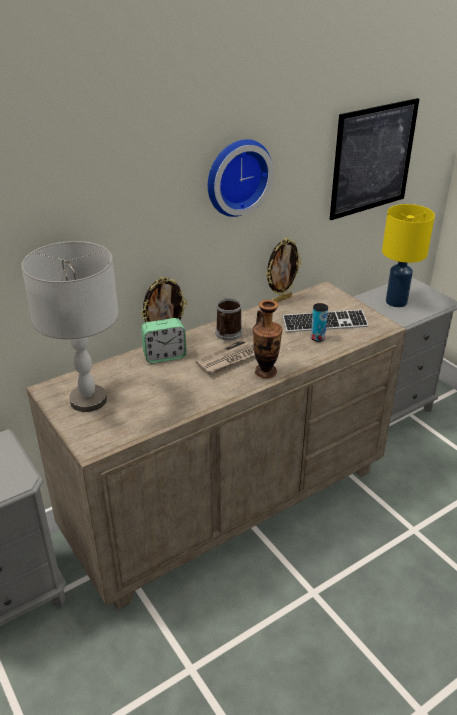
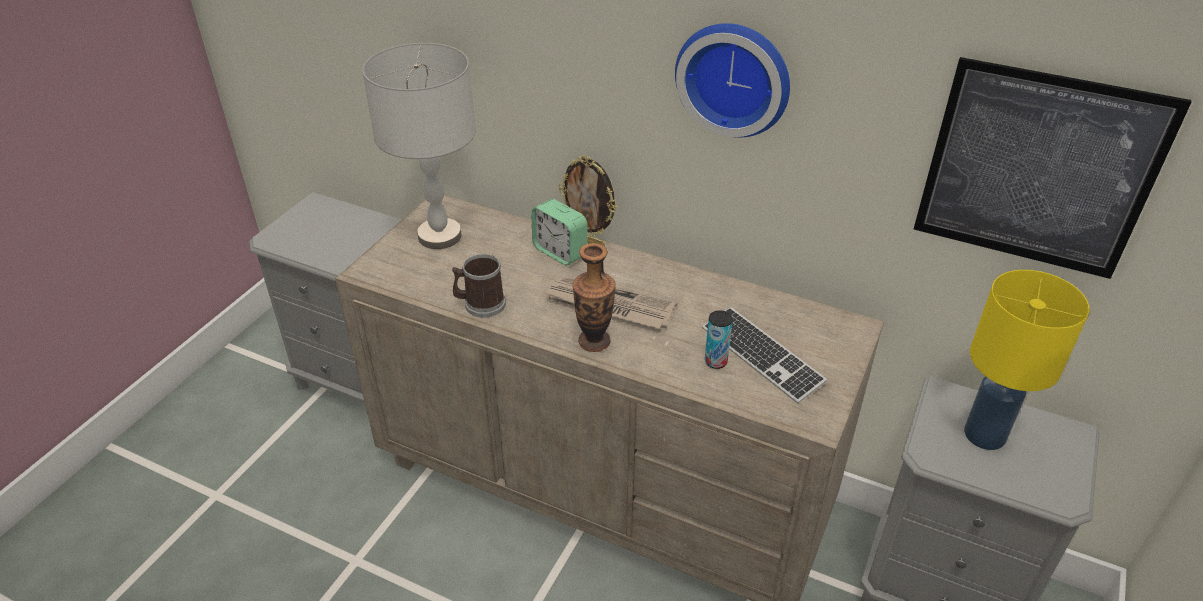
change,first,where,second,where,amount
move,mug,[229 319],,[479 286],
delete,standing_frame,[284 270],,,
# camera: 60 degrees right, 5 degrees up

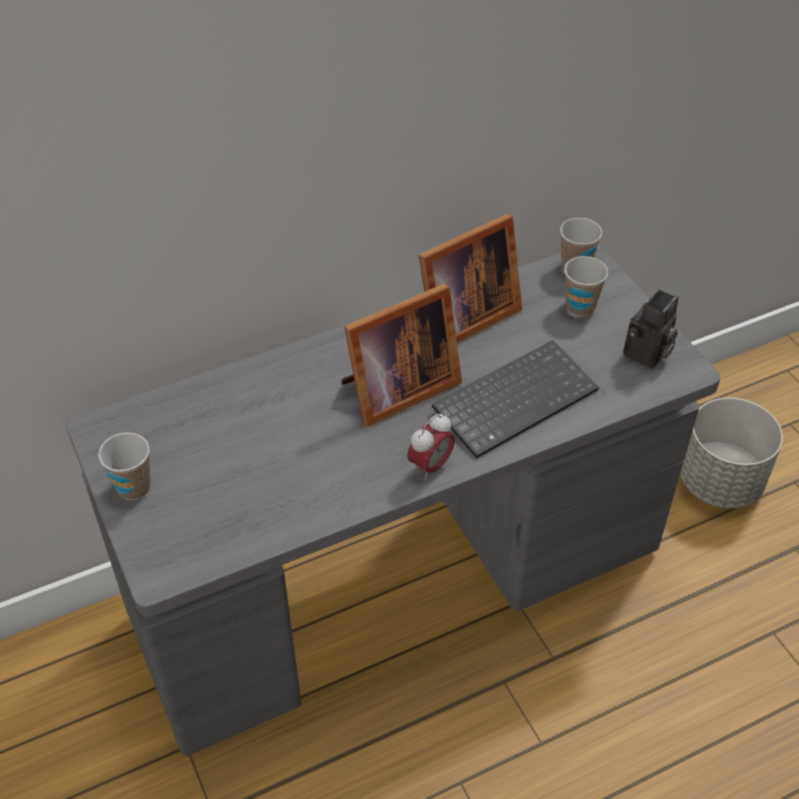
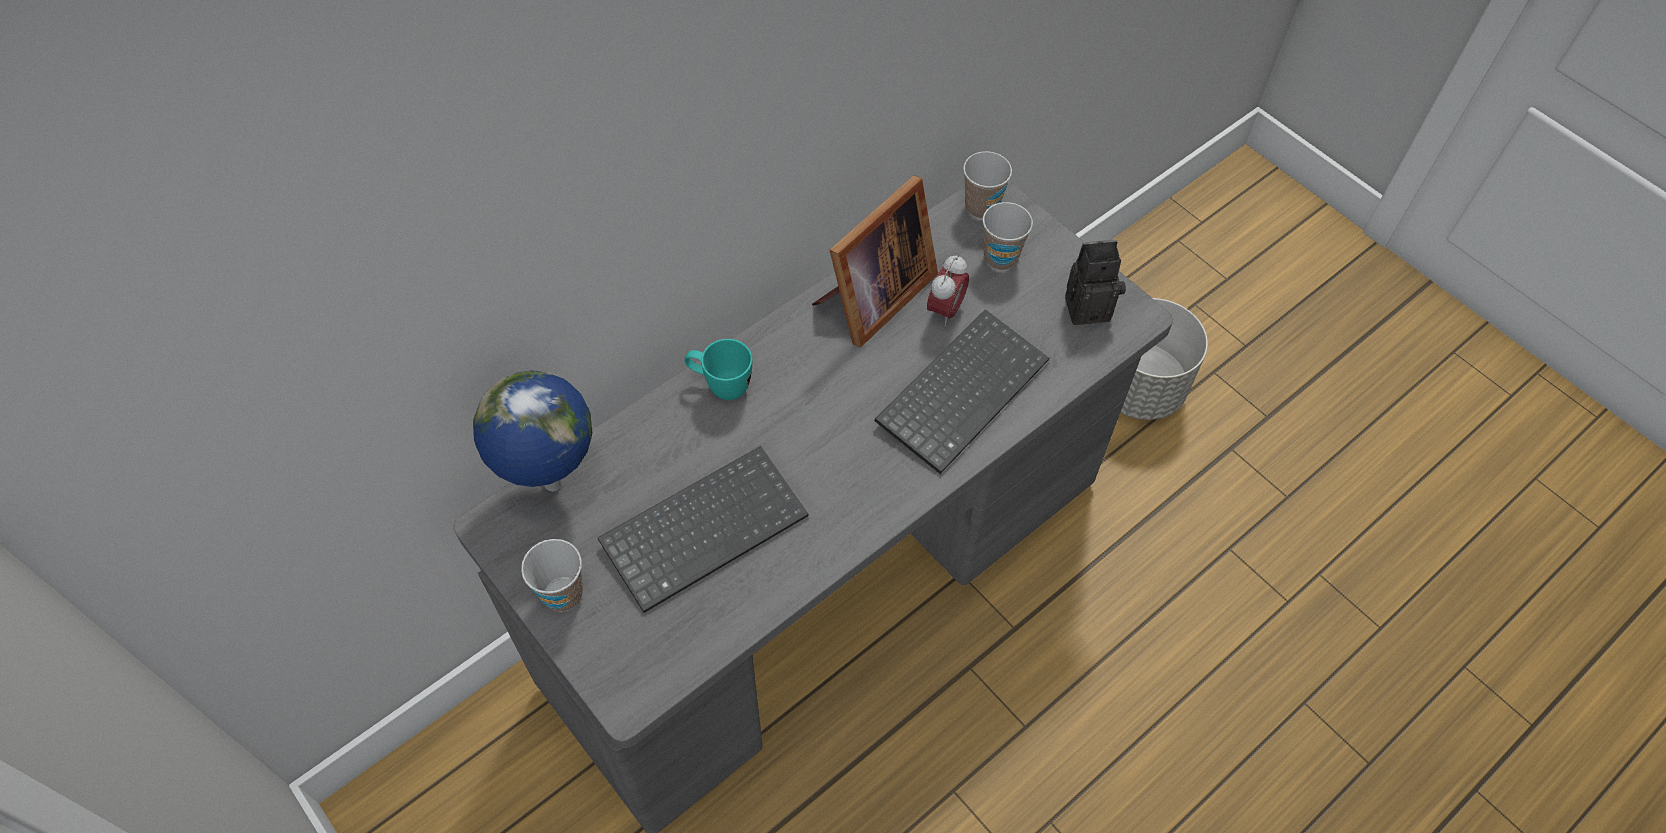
change,first,where,second,where,amount
insert,,,world_globe,[532 430],
insert,,,computer_keyboard,[703 529],
insert,,,turquoise-coloured_mug,[718 369],
move,table_clock,[431 447],,[948 290],
rotate,still_camera,[651 329],,[1095 282],120 degrees counterclockwise
delete,standing_frame,[402 355],,,
# camera: 15 degrees left, 10 degrees up

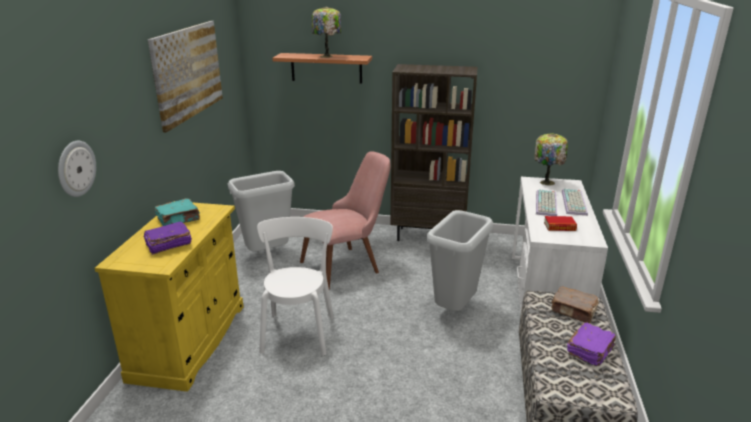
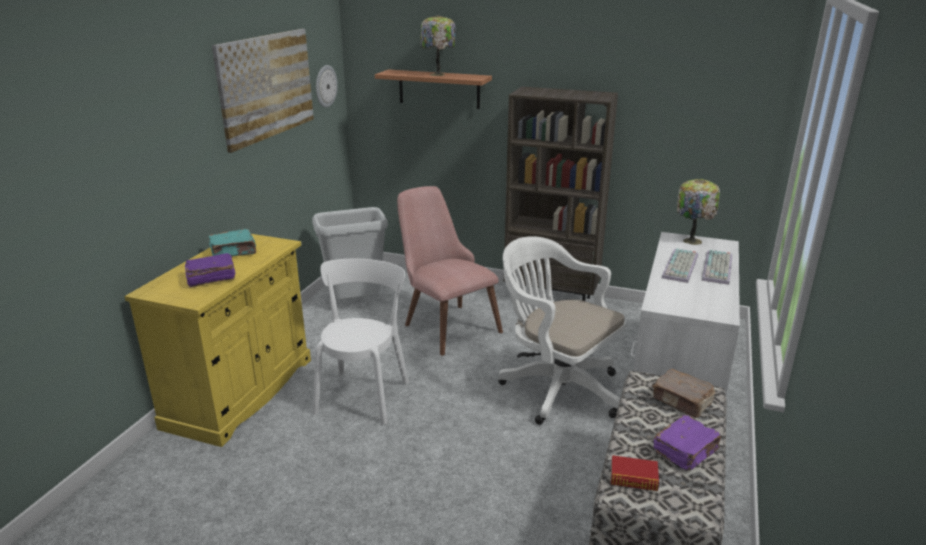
change,first,where,second,where,amount
move,hanging_clock,[77 169],,[327 86],
rotate,pink_chair,[345 220],,[450 271],105 degrees counterclockwise
replace,grey_trash_can,[460 260],whitish_desk_chair,[562 330],
move,bound_book,[560 223],,[635 473],
# camera: 10 degrees right, 0 degrees up

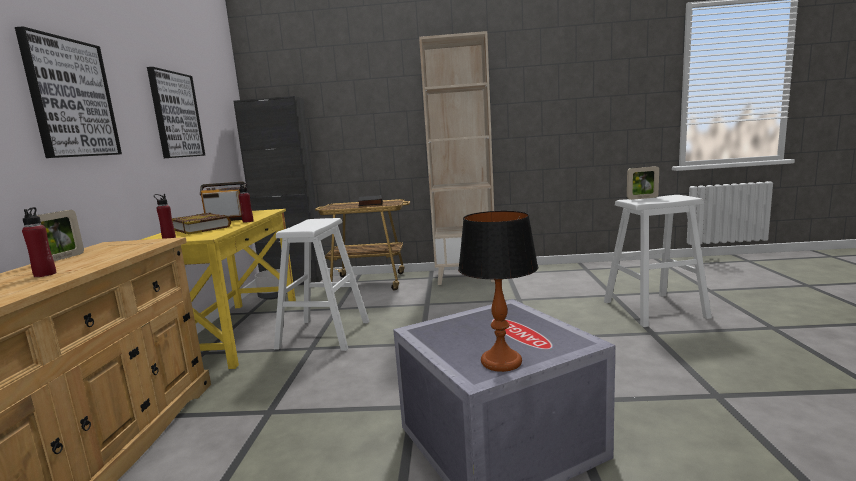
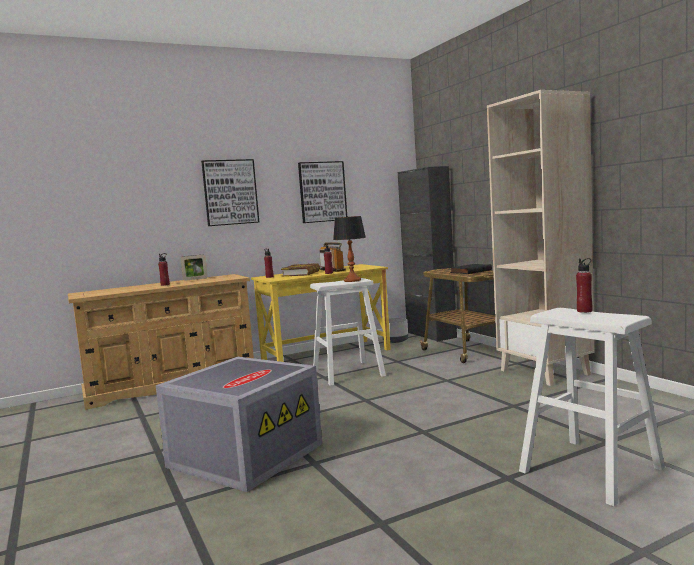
change,first,where,second,where,amount
move,lamp_for_a_table,[498 291],,[349 249],
replace,standing_frame,[643 183],red-coloured_beverage_bottle,[584 285],
# camera: 60 degrees right, 5 degrees down

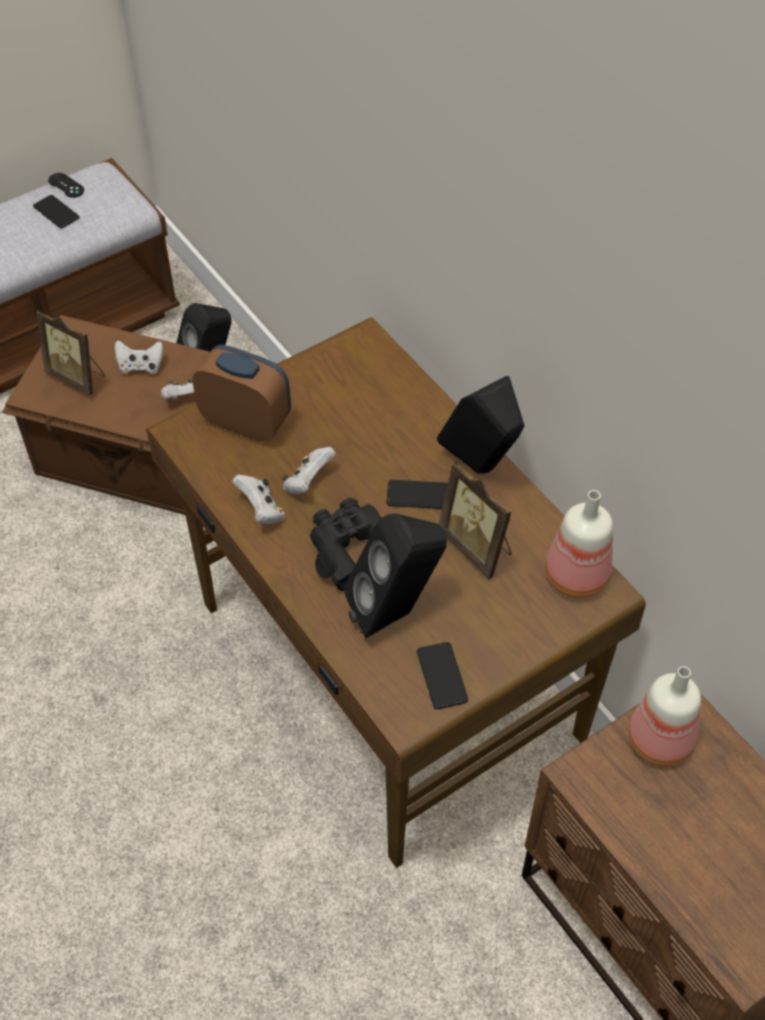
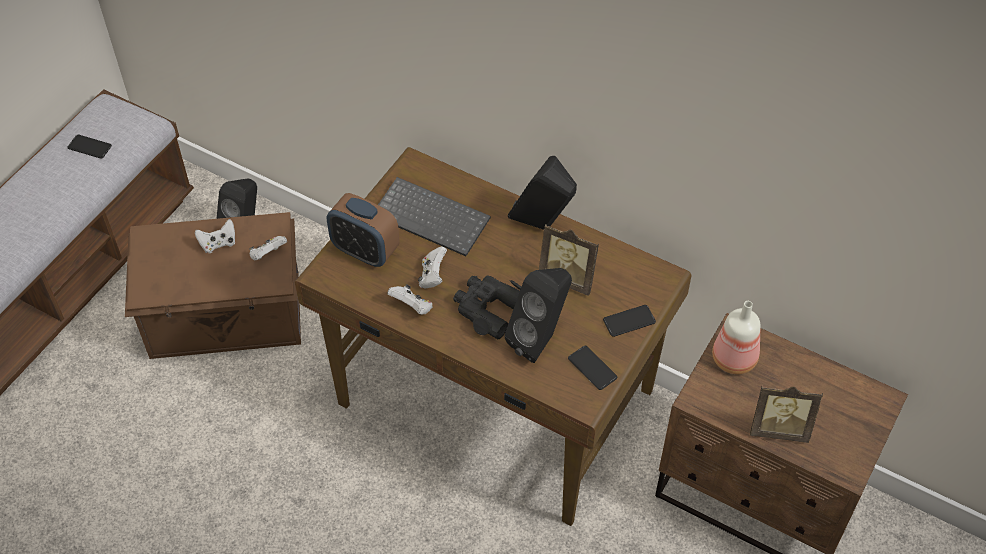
change,first,where,second,where,amount
rotate,table_clock,[241 393],,[363 230],150 degrees counterclockwise
insert,,,computer_keyboard,[434 216],
move,handset,[417 494],,[629 321],
move,standing_frame,[71 353],,[786 414],
delete,blackish_joypad,[66 185],,,
delete,beverage_bottle,[579 544],,,
# camera: 25 degrees left, 0 degrees up

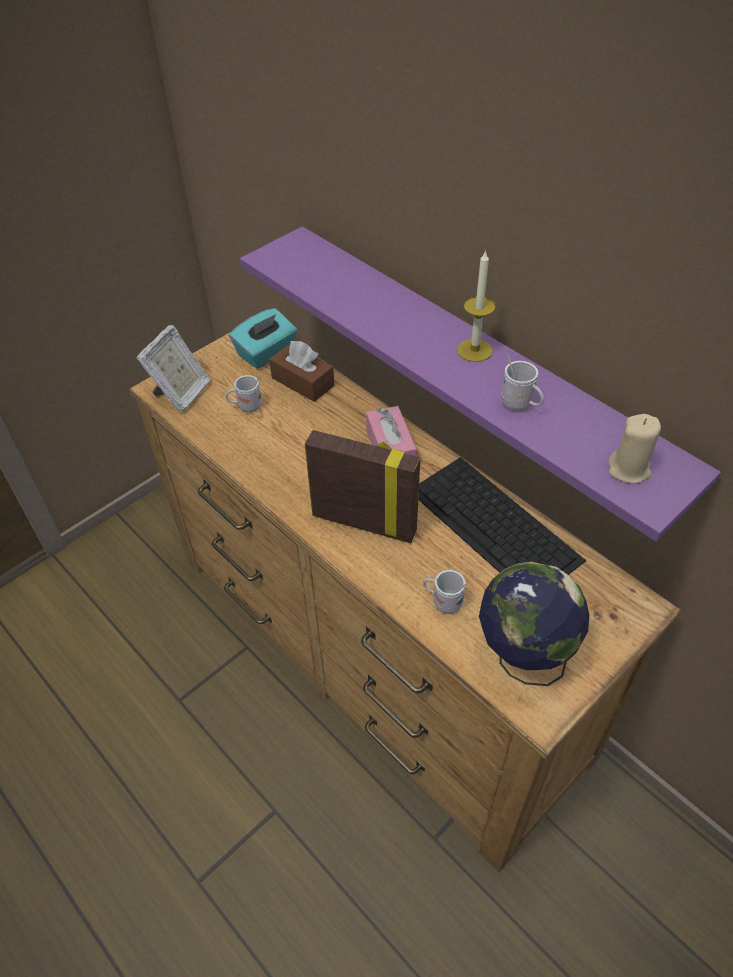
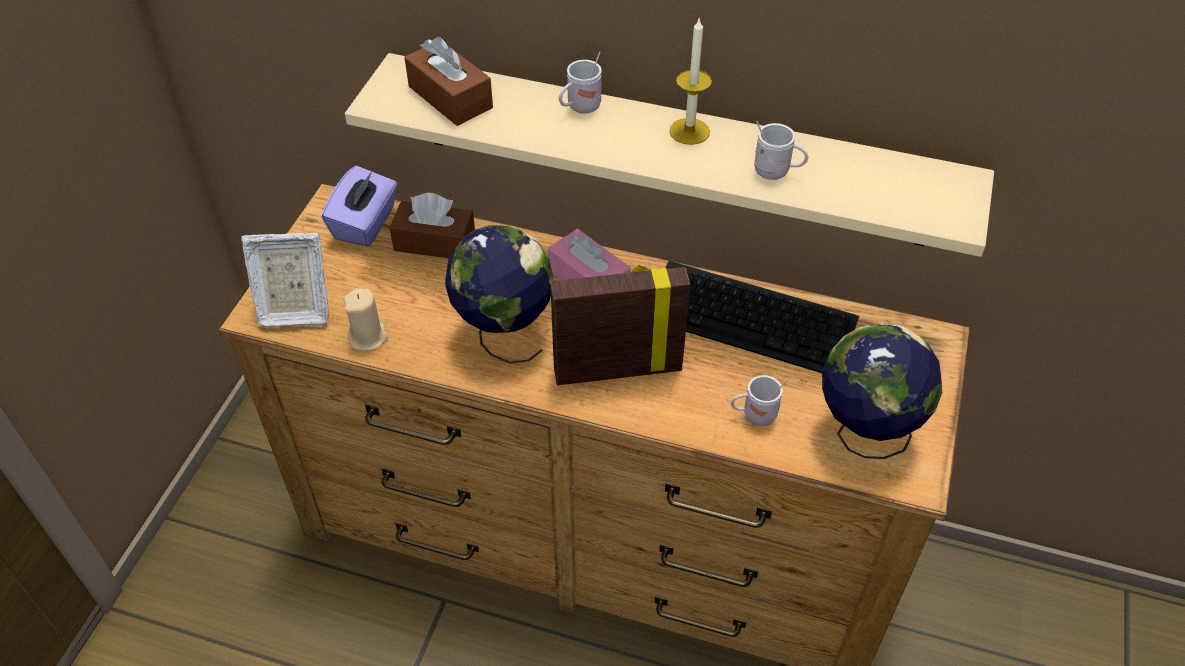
change,first,where,second,where,amount
rotate,standing_frame,[173 368],,[285 280],90 degrees clockwise
recolor,turquoise-coloured_tissue_holder,[263 338],purple-coloured_tissue_holder,[360 206],
move,beige-coloured_candle,[634 449],,[366 319],
recolor,purple-coloured_wall_shelf,[480 384],beige-coloured_wall_shelf,[669 155],
insert,,,brown-coloured_tissue_holder,[448 81],
insert,,,world_globe,[499 294],
move,whitish_mug,[243 394],,[580 83],
# camera: 30 degrees left, 0 degrees up

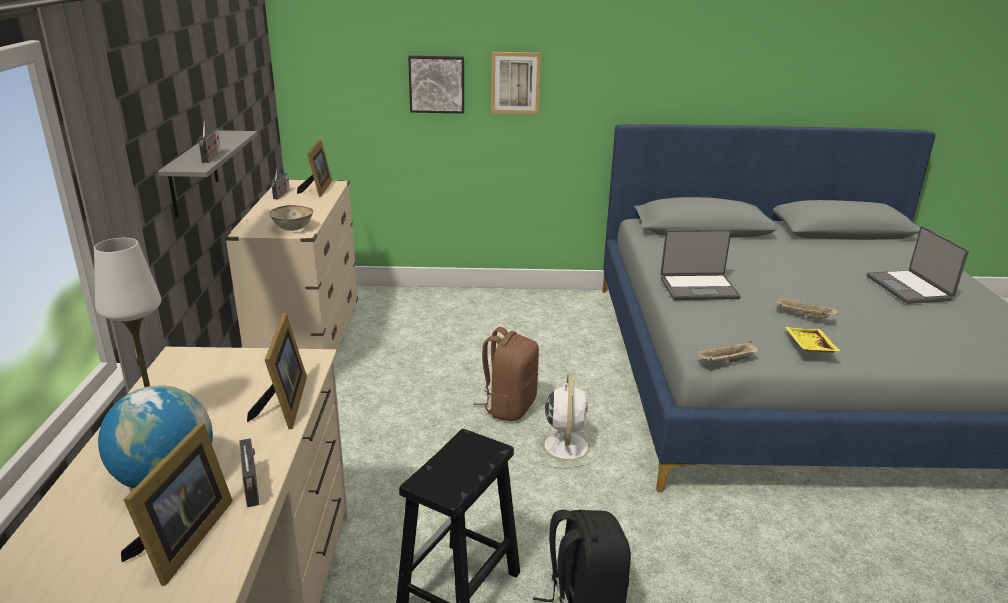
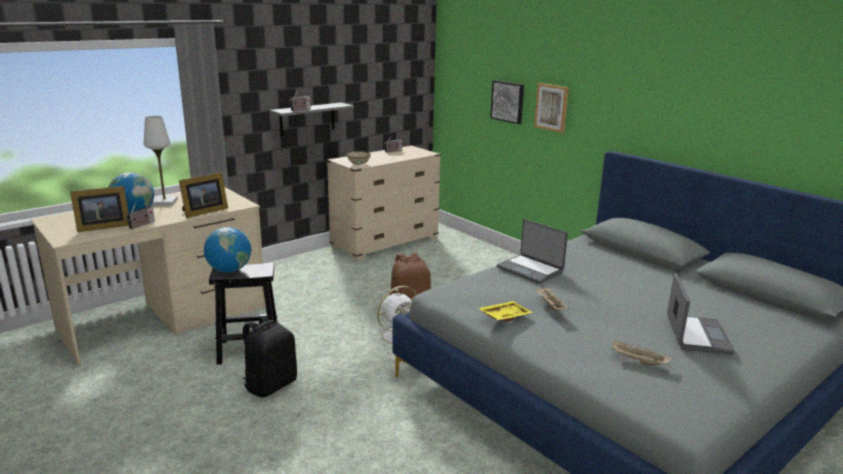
change,first,where,second,where,amount
insert,,,world_globe,[227 250],
move,beige-coloured_carrying_tray,[727 351],,[641 353],
rotate,laptop,[918 265],,[701 314],150 degrees clockwise
delete,standing_frame,[314 168],,,
# camera: 50 degrees right, 5 degrees down

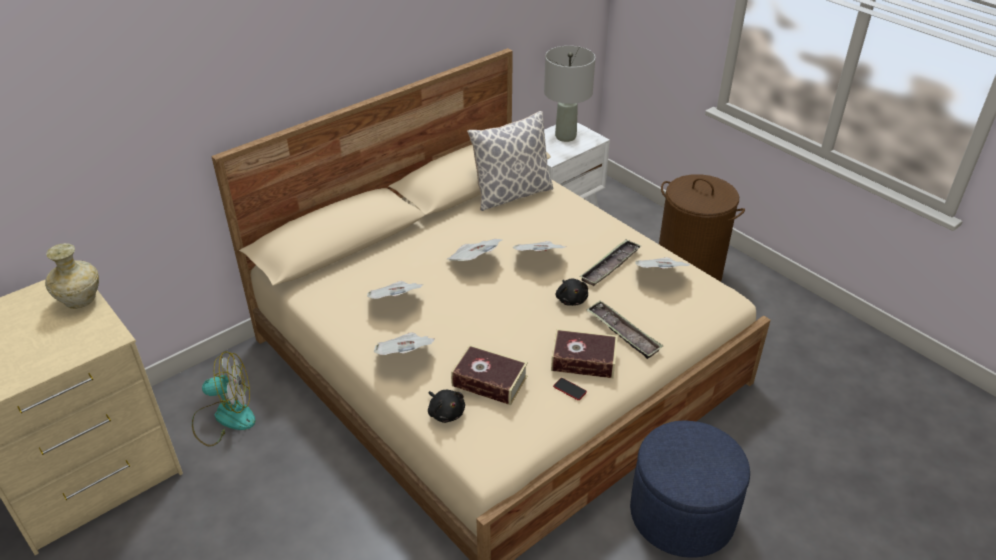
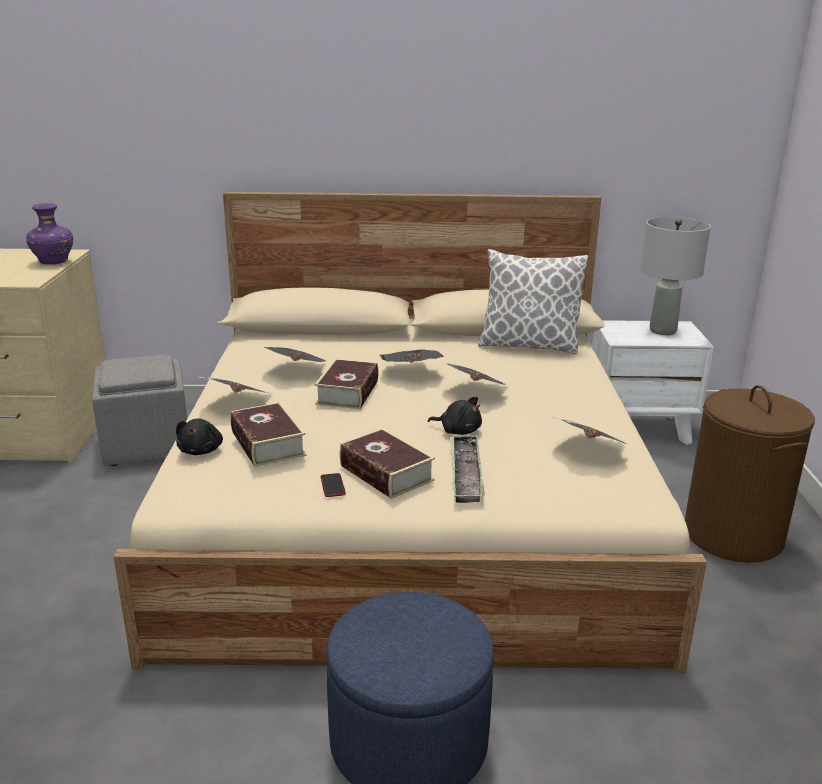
change,first,where,second,where,amount
recolor,beige-coloured_flower_vase,[72 276],purple-coloured_flower_vase,[49 234],
replace,electric_fan,[224 399],grey_footrest,[139 410],
insert,,,bound_book,[347 384],
rotate,blackish_cuddly_toy,[572 292],,[455 416],90 degrees counterclockwise
delete,carrying_tray,[611 262],,,
# camera: 40 degrees right, 15 degrees down

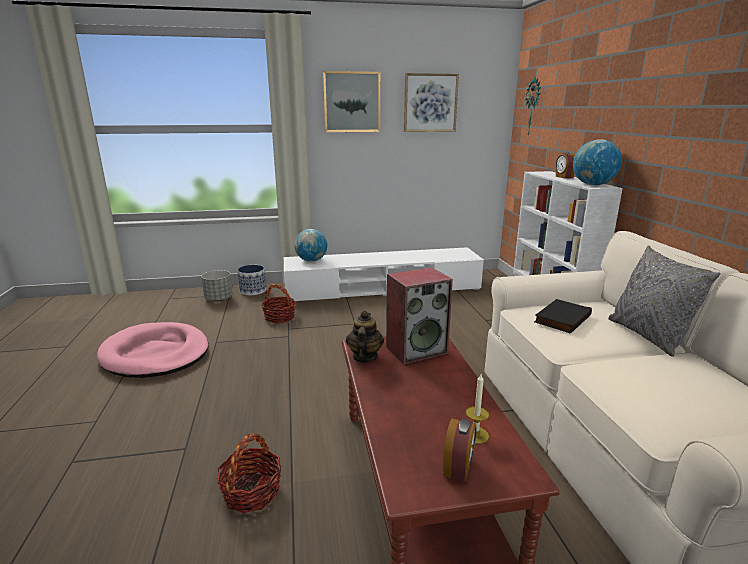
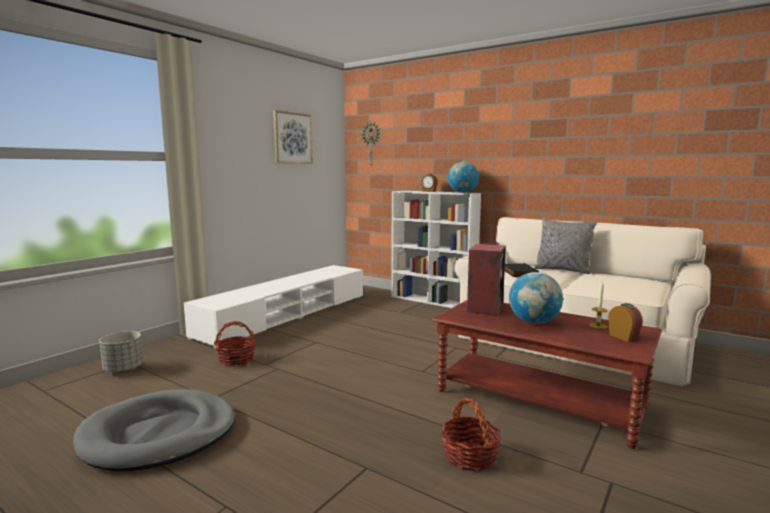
change,first,where,second,where,amount
recolor,pink_dog_bed,[153 350],grey_dog_bed,[154 430],
move,world_globe,[310 245],,[536 298],
delete,plant_pot,[251 280],,,
delete,picture,[351 101],,,
delete,teapot,[365 337],,,
# camera: 45 degrees left, 10 degrees down

